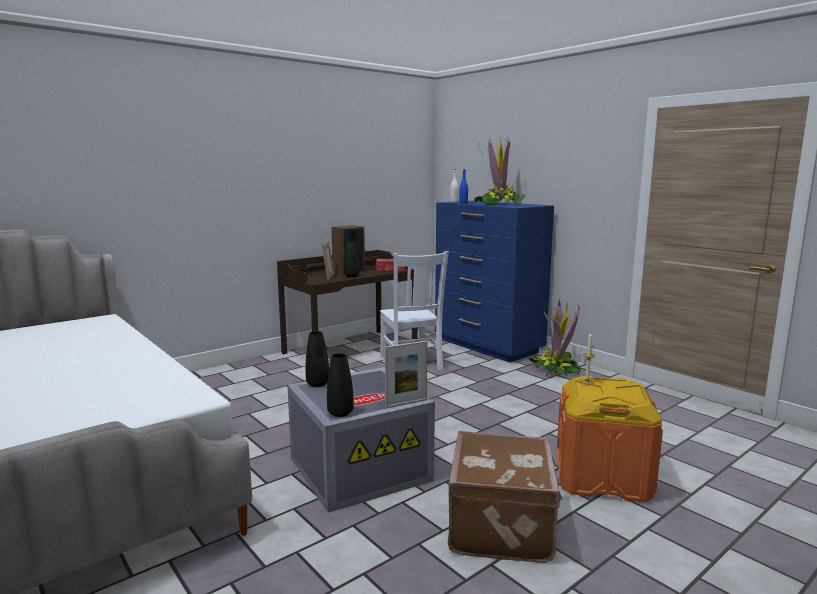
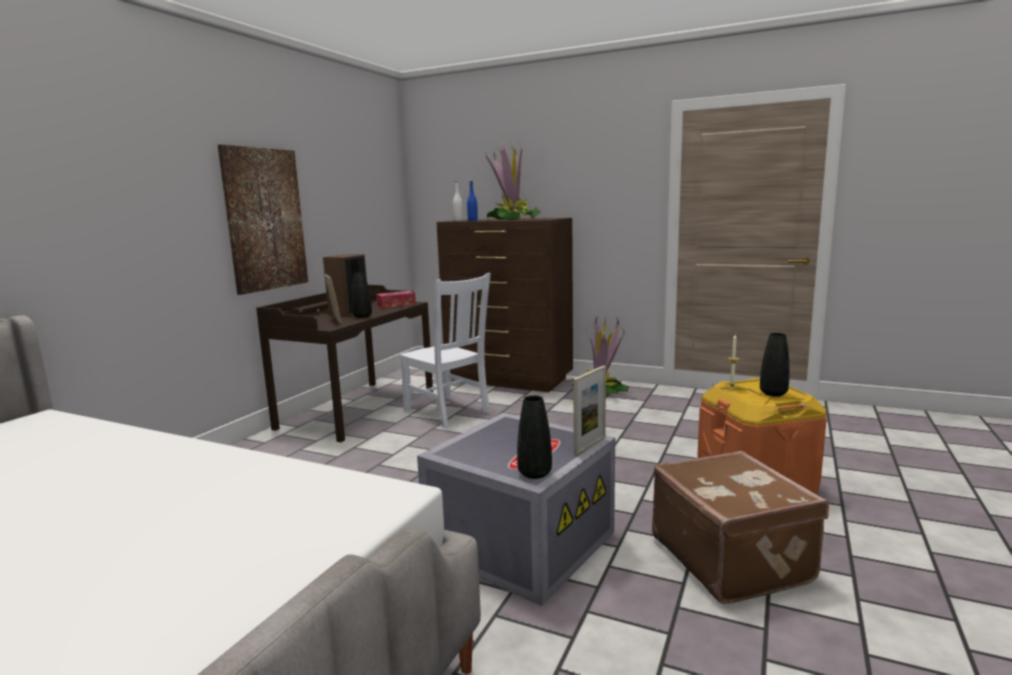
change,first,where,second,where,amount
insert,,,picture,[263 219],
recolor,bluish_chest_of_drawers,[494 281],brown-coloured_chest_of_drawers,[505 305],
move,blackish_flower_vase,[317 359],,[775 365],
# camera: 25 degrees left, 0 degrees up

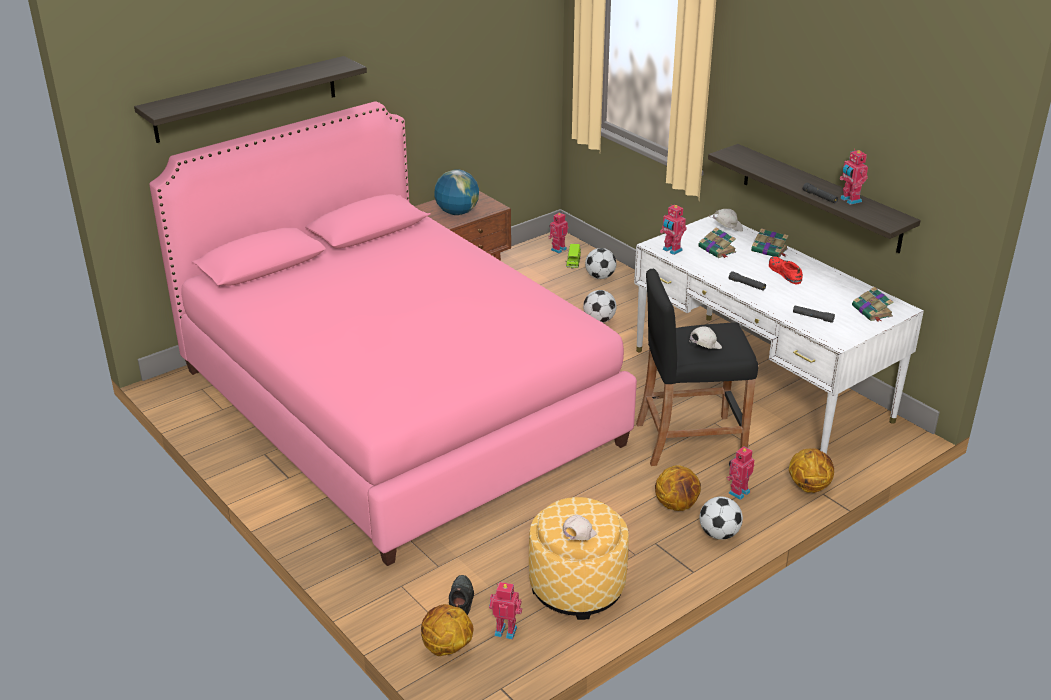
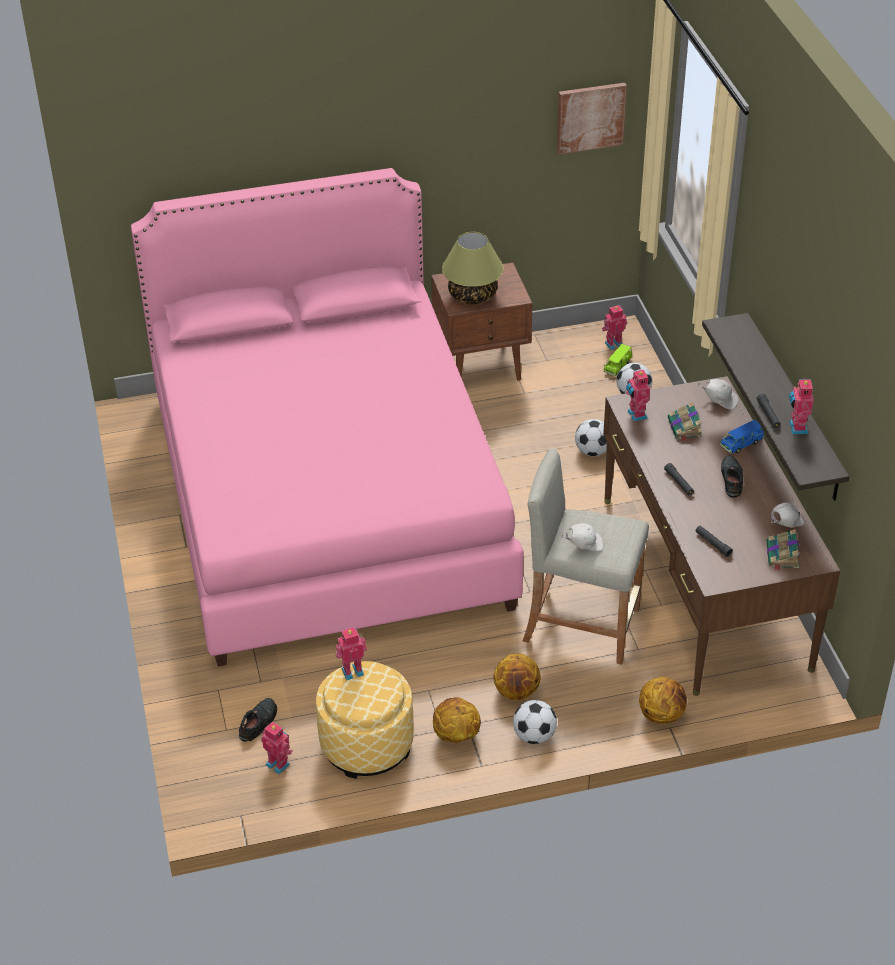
change,first,where,second,where,amount
move,robot_figure,[740 473],,[351 653],
move,basketball_ball,[447 630],,[457 720],
replace,world_globe,[456 192],lamp_for_a_table,[472 268],
recolor,blackish_stool_seat,[697 367],beige-coloured_stool_seat,[586 556],
insert,,,picture,[592 119],
recolor,whitish_desk,[779 334],brown-coloured_desk,[721 536],
replace,bound_book,[770 243],bluish_toy_car,[742 437],
recolor,red-coloured_low_shoe,[786 270],blackish_low_shoe,[732 477],
move,whitish_peaked_cap,[579 528],,[787 515],
delete,wall_shelf,[250 99],,,
# camera: 25 degrees right, 10 degrees up

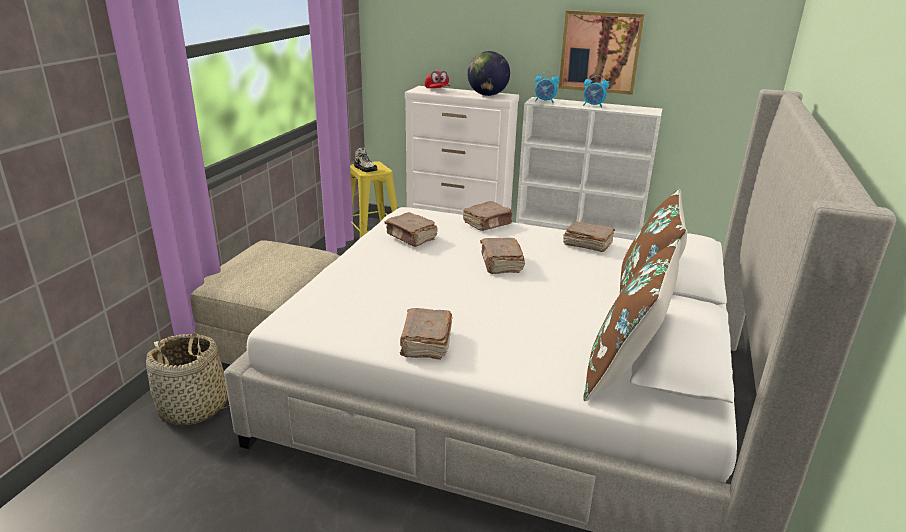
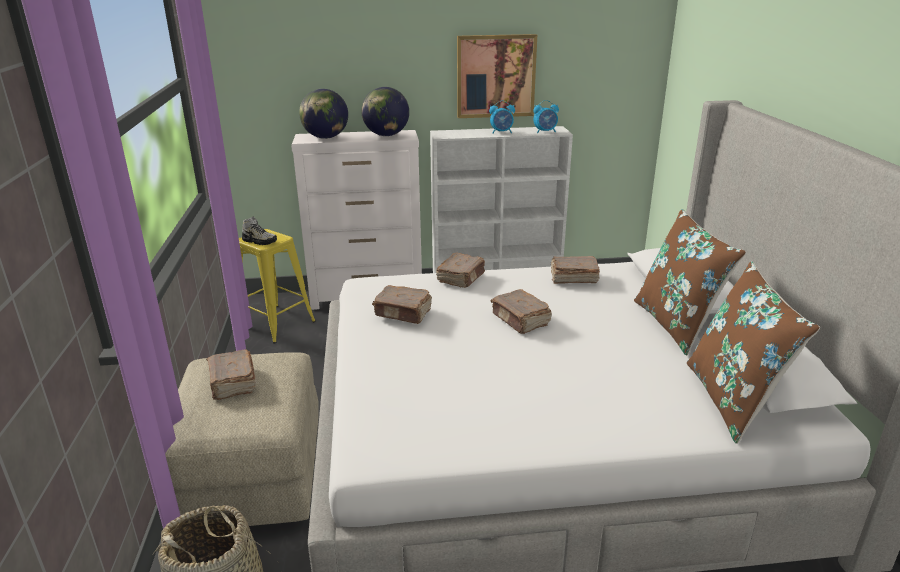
change,first,where,second,where,amount
move,brown-coloured_bound_book,[426 334],,[231 374],
replace,red-coloured_peaked_cap,[437 79],world_globe,[323 114],
move,table_clock,[547 87],,[546 117],
# camera: 25 degrees left, 0 degrees up

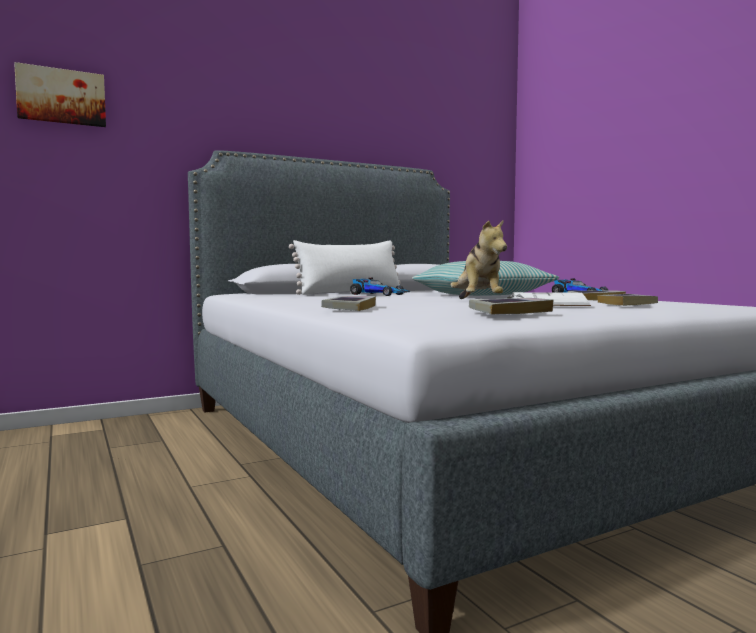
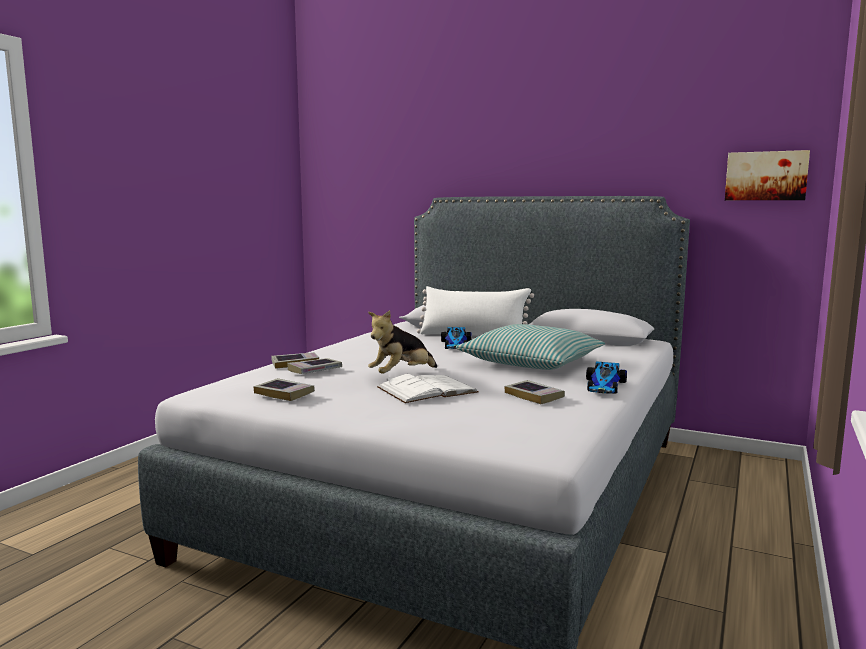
change,first,where,second,where,amount
move,bound_book,[627 300],,[314 366],
move,picture,[60 94],,[767 175],
# camera: 55 degrees right, 5 degrees up

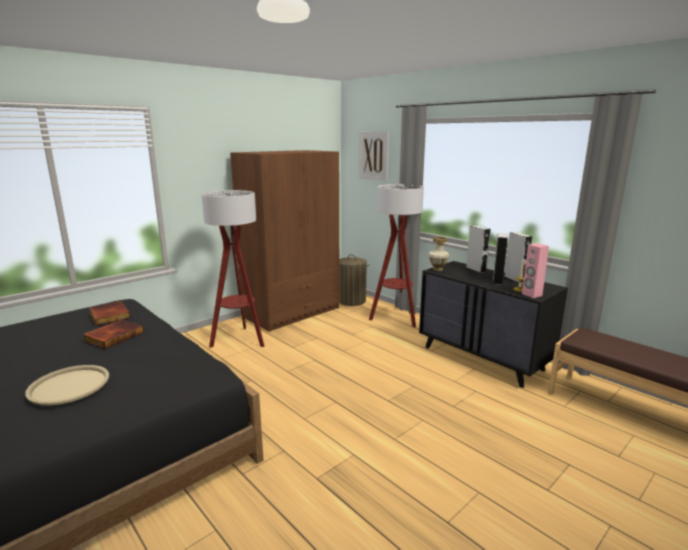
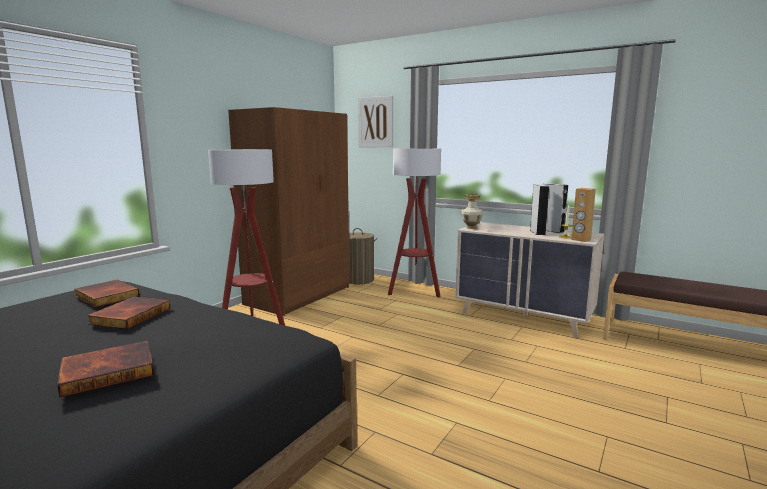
change,first,where,second,where,amount
replace,beige-coloured_carrying_tray,[67 385],bound_book,[105 369],
recolor,blackish_chest_of_drawers,[493 324],beige-coloured_chest_of_drawers,[529 280],
recolor,pink_audio_speaker,[535 270],brown-coloured_audio_speaker,[583 215],
delete,grey_audio_speaker,[478 249],,,
# camera: 15 degrees left, 5 degrees down

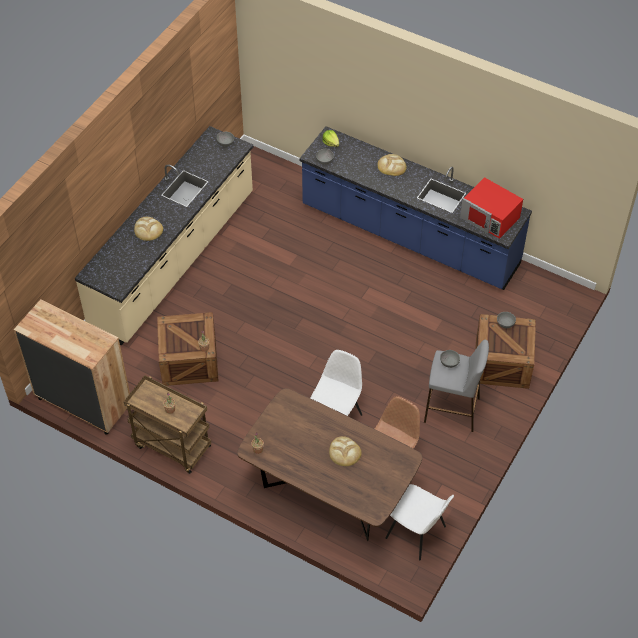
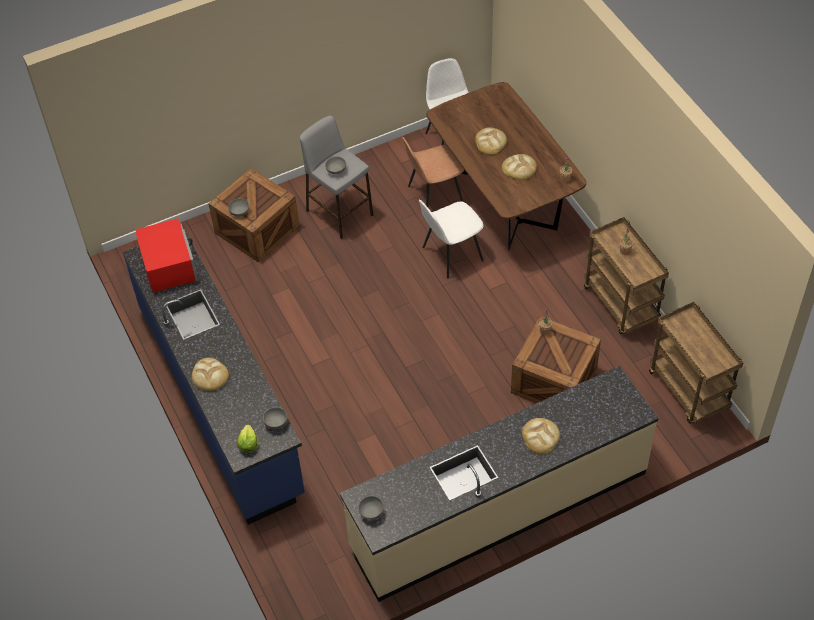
change,first,where,second,where,amount
insert,,,bakery_bread,[519 167],
replace,brown-coloured_chest_of_drawers,[72 367],brown-coloured_trolley,[696 363],
# camera: 145 degrees left, 0 degrees up

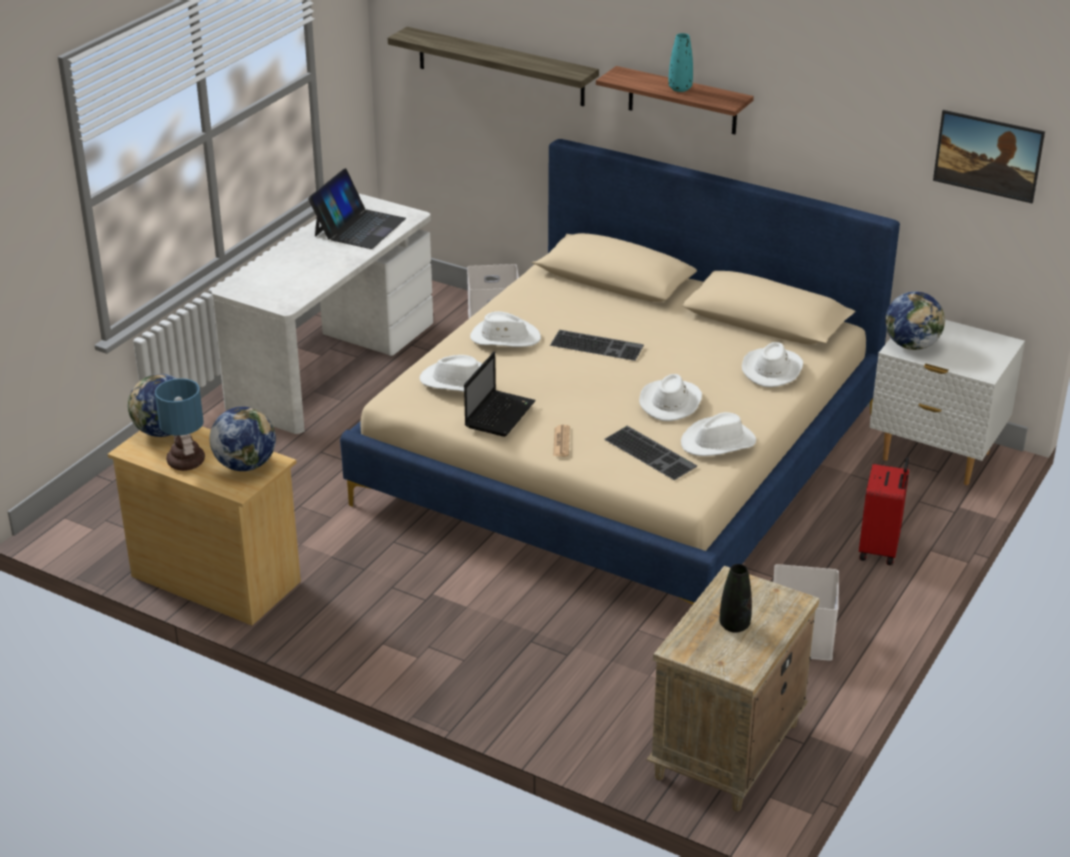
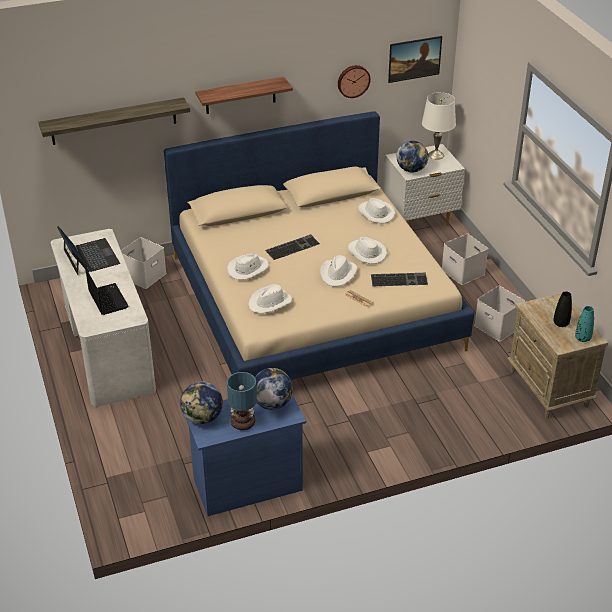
change,first,where,second,where,amount
move,laptop,[500 394],,[107 291],
recolor,beige-coloured_chest_of_drawers,[204 526],bluish_chest_of_drawers,[245 455],
move,whitish_hat,[718 434],,[338 270],
insert,,,hanging_clock,[354 81],
insert,,,whitish_lamp_for_a_table,[439 126],
replace,red-coloured_suitcase,[884 511],whitish_storage_box,[465 259],
move,turquoise-coloured_flower_vase,[680 62],,[584 324],
# camera: 50 degrees left, 5 degrees up

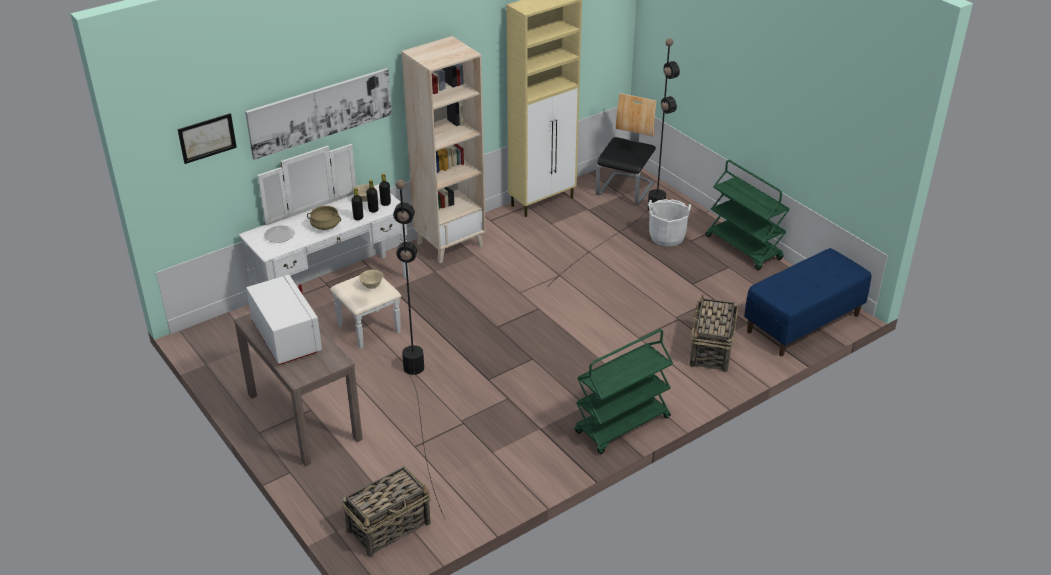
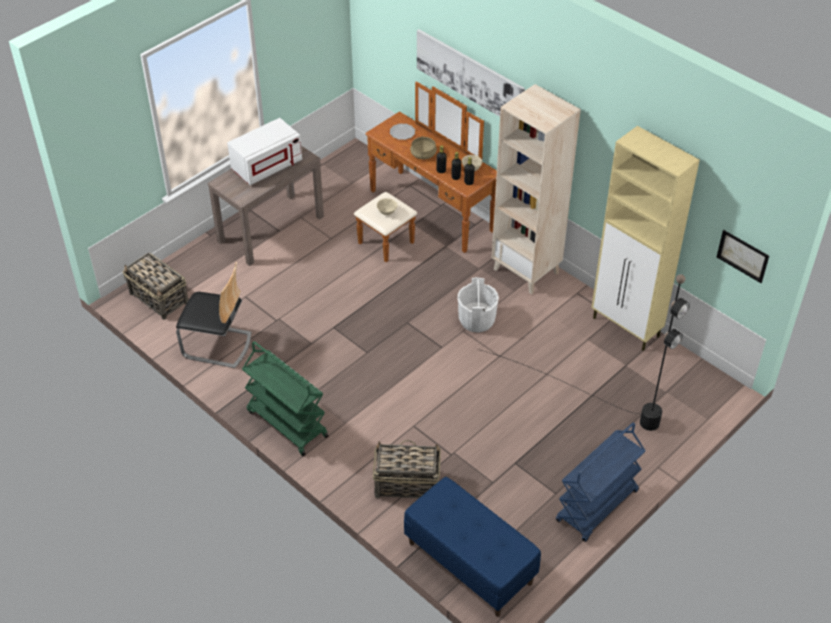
change,first,where,second,where,amount
move,chair,[626 148],,[213 315],
recolor,whitish_chest_of_drawers,[324 246],brown-coloured_chest_of_drawers,[425 171],
move,whitish_bucket,[669 223],,[478 305],
recolor,green-coloured_trolley,[748 215],bluish_trolley,[601 482],
move,picture,[207 138],,[743 256],
delete,blackish_standard_lamp,[419 348],,,
# camera: 80 degrees right, 10 degrees up

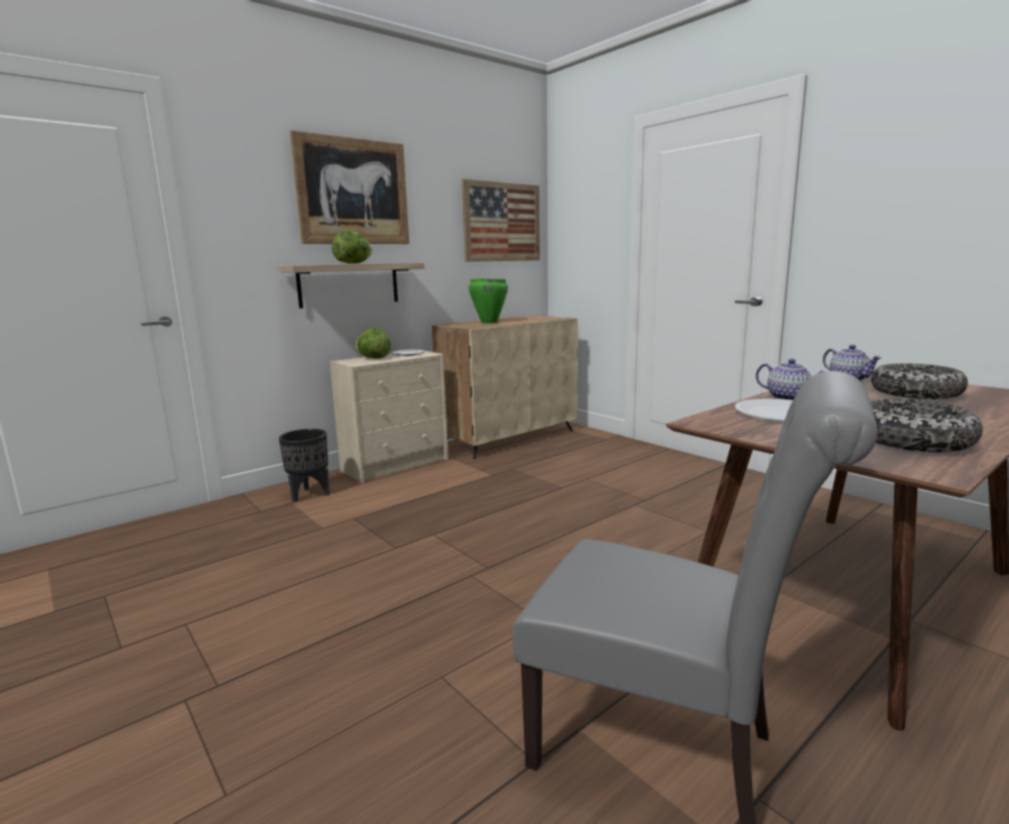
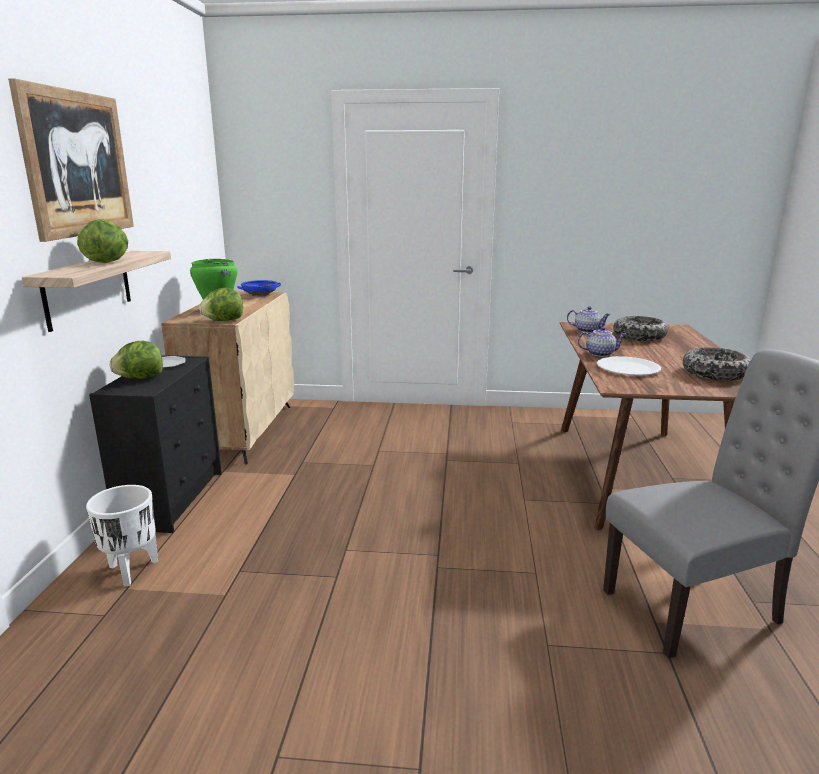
change,first,where,second,where,amount
recolor,blackish_plant_pot,[304 465],whitish_plant_pot,[122 536],
recolor,beige-coloured_chest_of_drawers,[389 416],blackish_chest_of_drawers,[155 444],
insert,,,head_of_lettuce,[221 304],
insert,,,bluish_deep_dish,[259 288],
delete,picture,[501 220],,,
# camera: 45 degrees left, 5 degrees up

